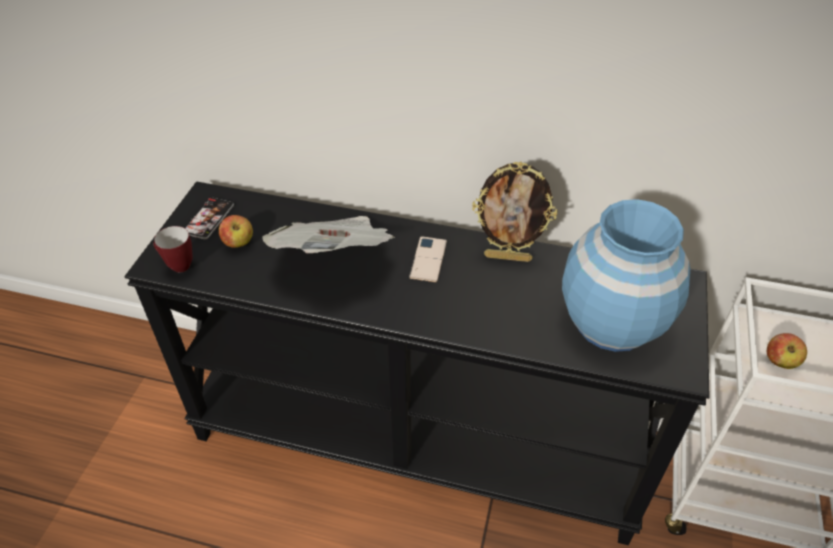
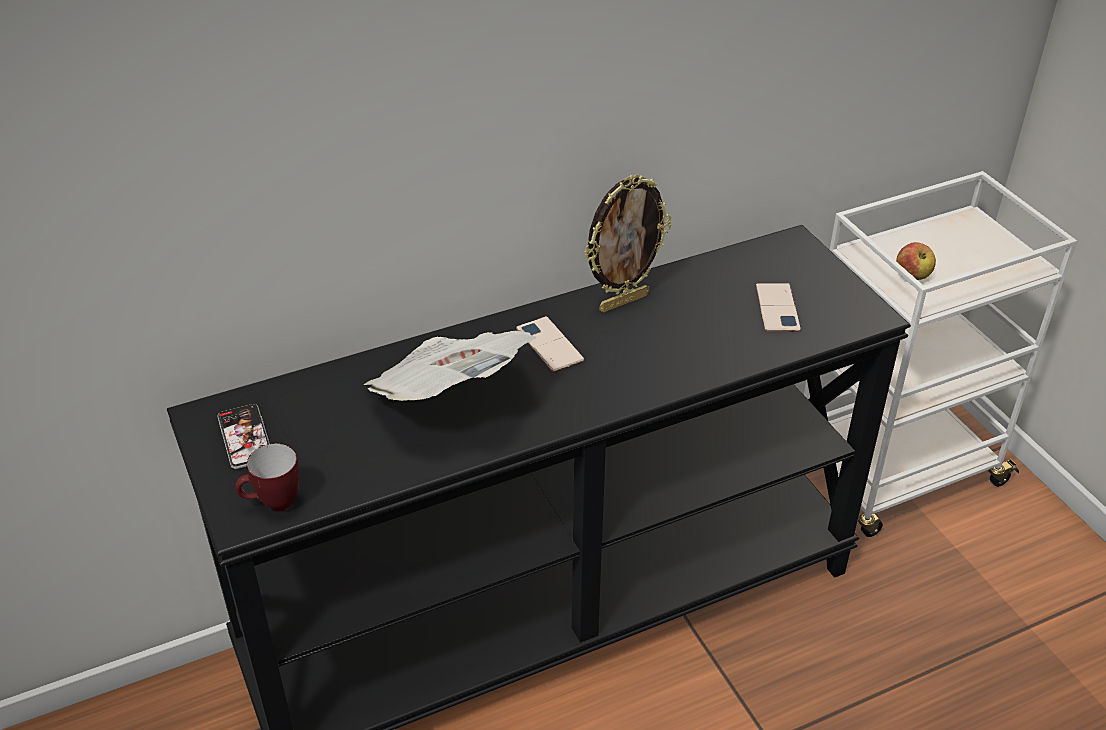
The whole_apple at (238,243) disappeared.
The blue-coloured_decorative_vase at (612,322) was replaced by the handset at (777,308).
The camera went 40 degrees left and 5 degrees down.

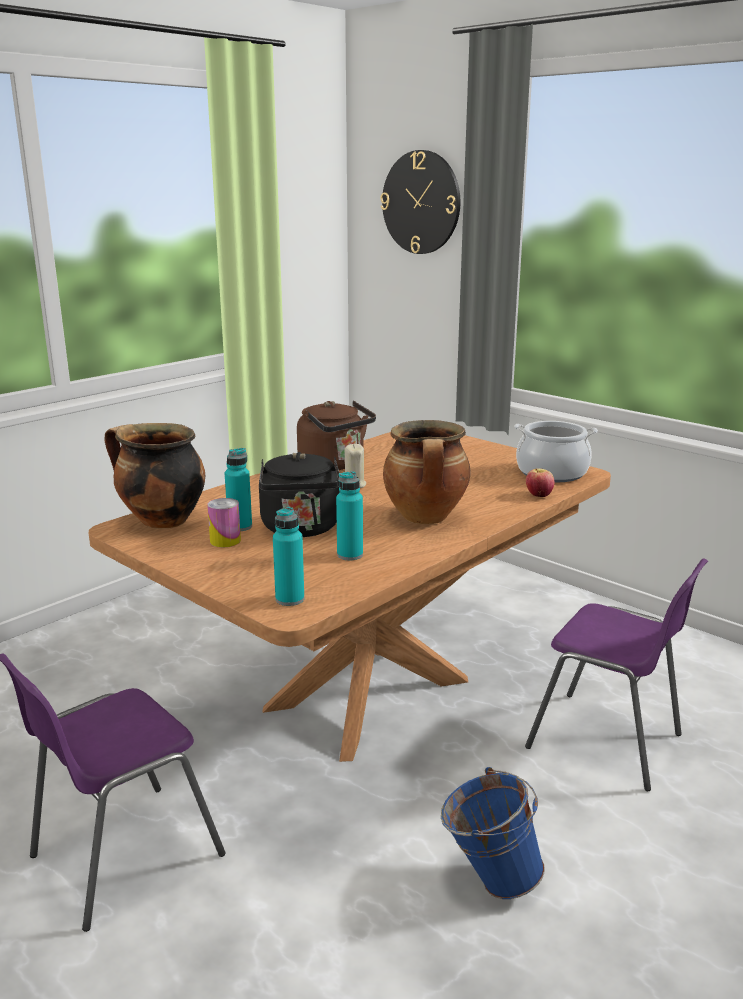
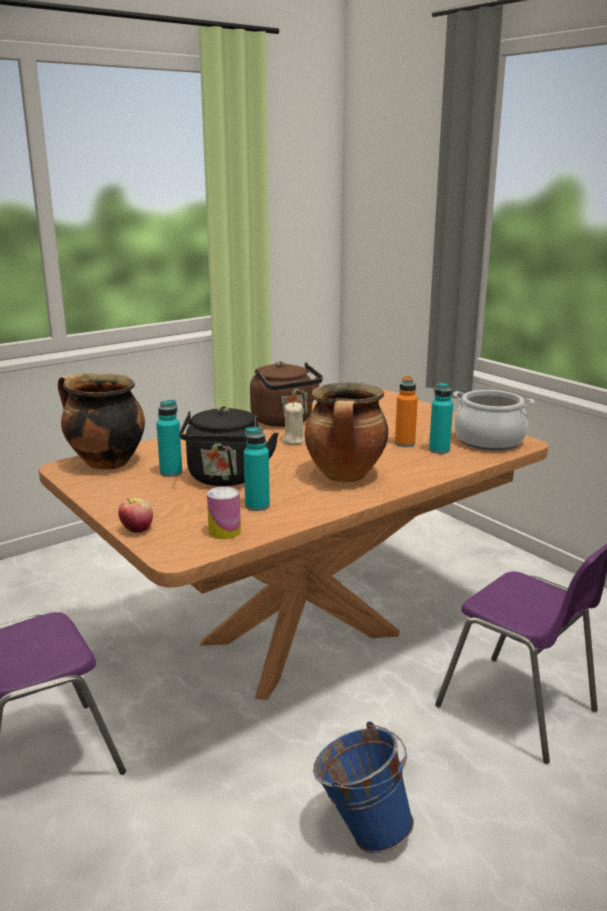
The metal_can moved from (225,541) to (224,532).
The blue-green_drink_bottle moved from (289,599) to (439,450).
The hanging_clock at (421,202) disappeared.
The whole_apple moved from (539,495) to (137,529).
The orangey_drink_bottle at (404,444) appeared.
The camera went 10 degrees right and 0 degrees up.

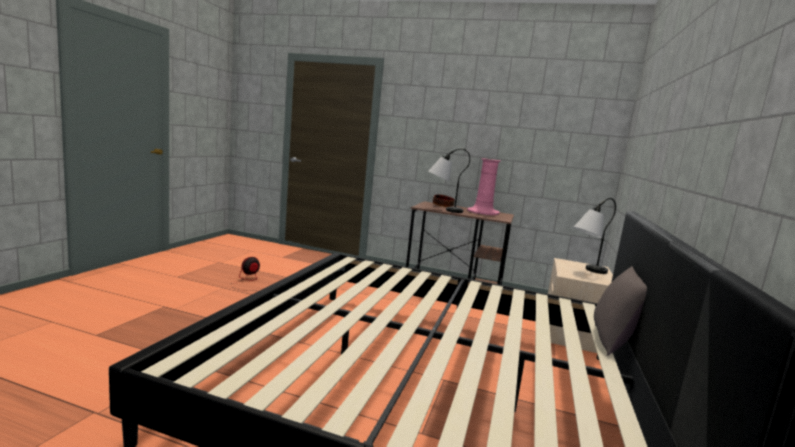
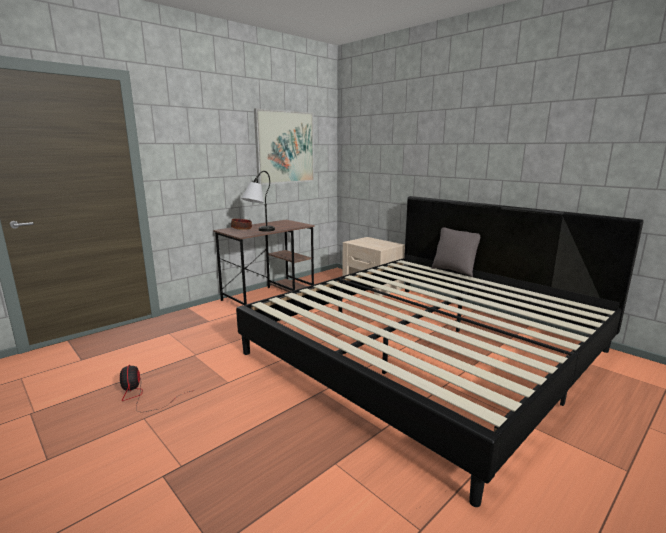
The pink-coloured_decorative_vase at (482,212) disappeared.
The table_lamp at (586,271) disappeared.
The wall_picture at (285,147) appeared.
The camera went 60 degrees left and 5 degrees up.

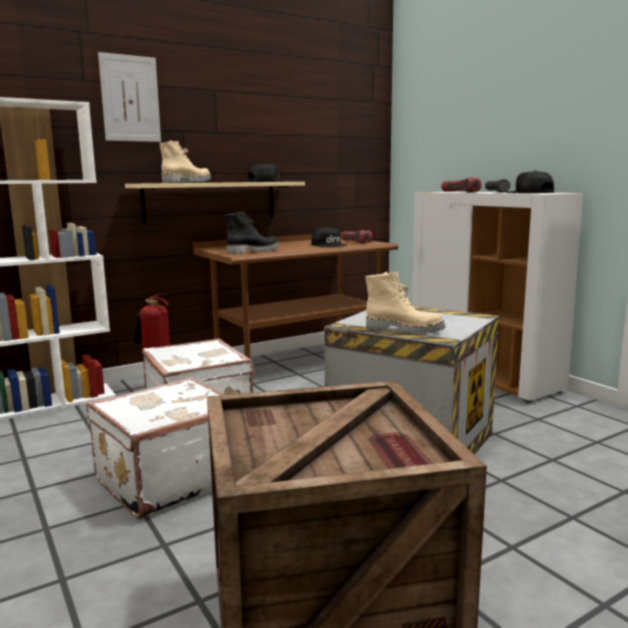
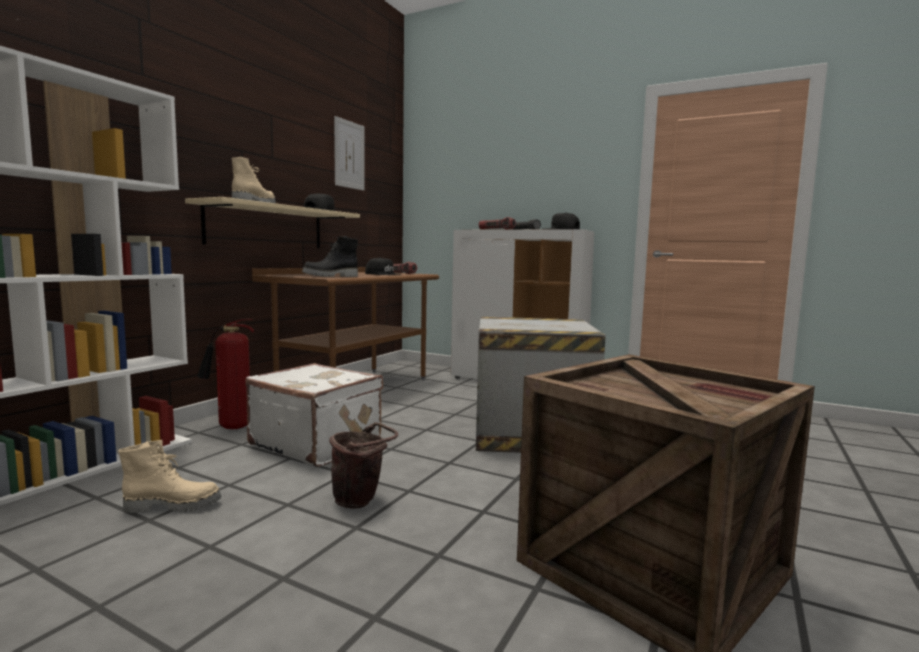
The whitish_piece_of_luggage at (167,479) was replaced by the brown_water_bucket at (361,501).
The wall_picture moved from (130,98) to (349,155).
The blackish_tall_boot at (253,252) turned 150 degrees counterclockwise.
The sand-coloured_tall_boot moved from (404,330) to (173,505).
The camera went 30 degrees left and 5 degrees down.

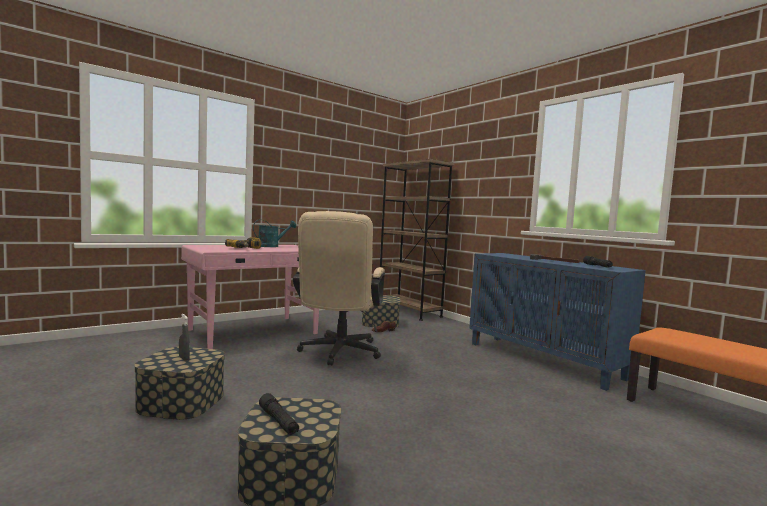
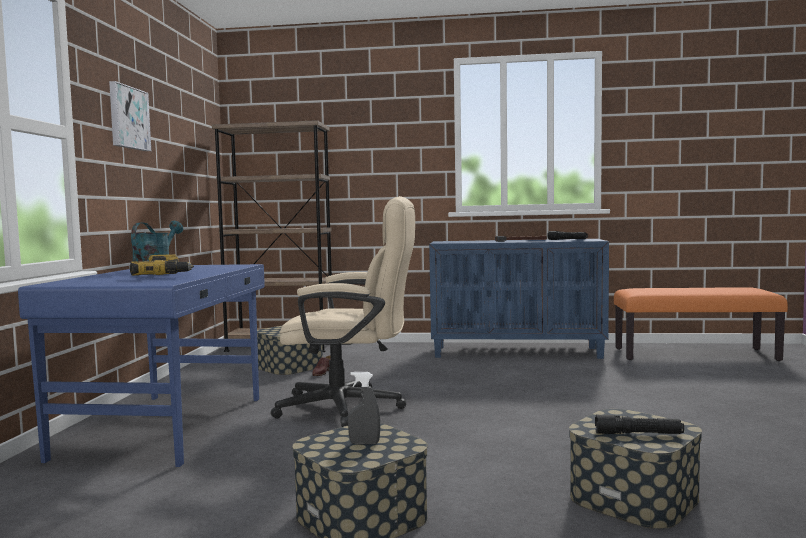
The pink-coloured_desk_unit at (254,332) became the blue-coloured_desk_unit at (168,426).
The sand-coloured_desk_chair at (338,353) turned 45 degrees counterclockwise.
The wall_picture at (128,118) appeared.
The camera went 45 degrees left and 0 degrees up.

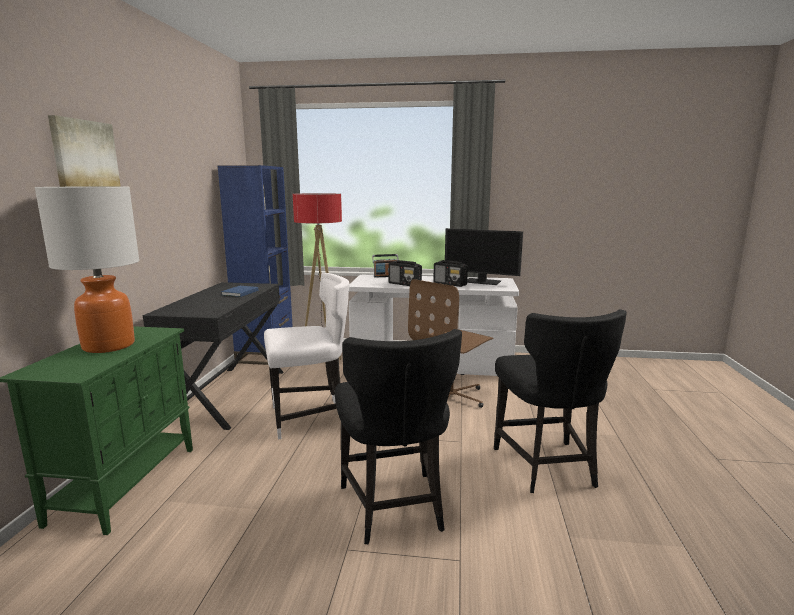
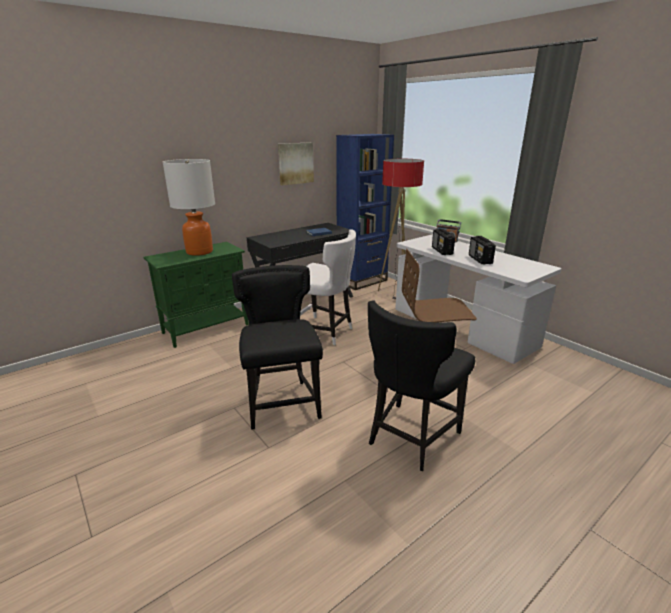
The wall_picture moved from (85,160) to (295,163).
The blackish_chair at (394,508) turned 135 degrees clockwise.
The computer_screen at (482,281) disappeared.
The camera went 45 degrees right and 10 degrees up.

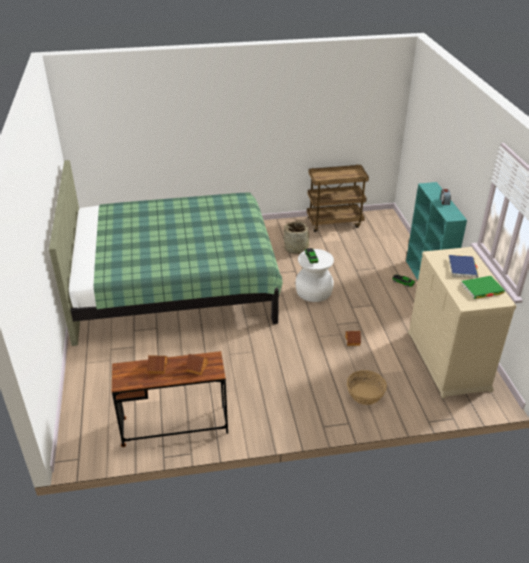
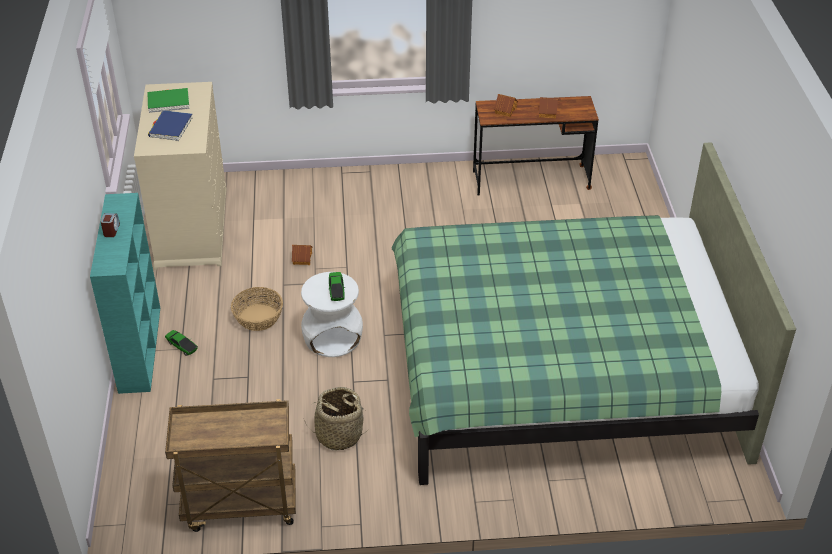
The storage_basket moved from (365,394) to (258,317).
The camera went 175 degrees left and 5 degrees up.

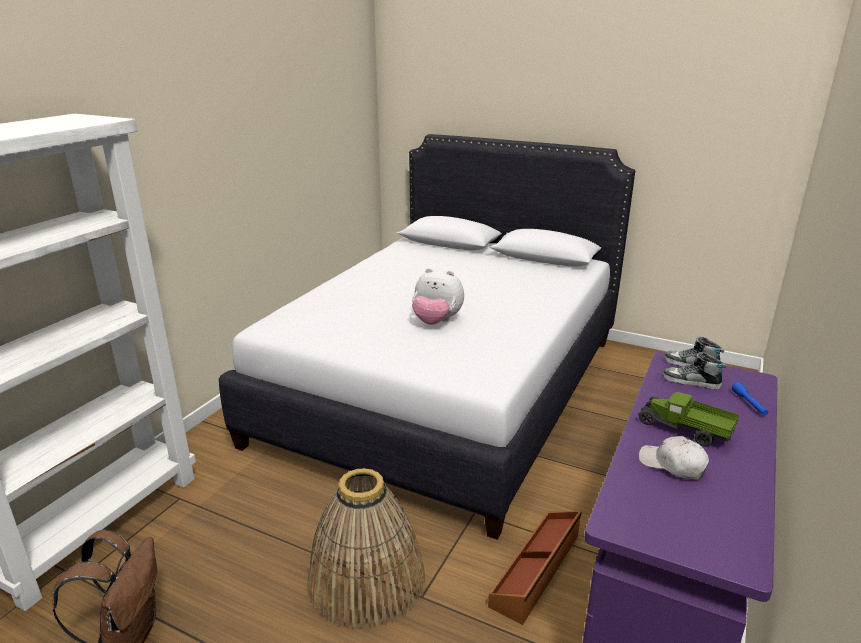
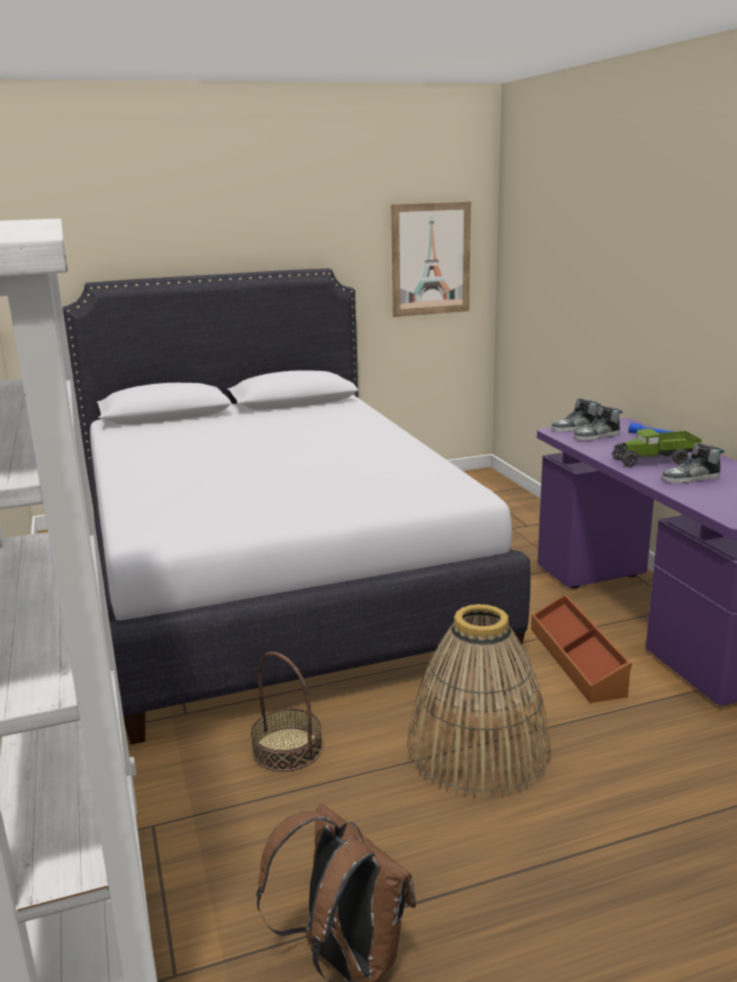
The plush_toy at (436,322) disappeared.
The whitish_cap at (672,465) was replaced by the shoe at (690,479).
The storage_basket at (287,749) appeared.
The wall_picture at (431,259) appeared.
The camera went 45 degrees left and 5 degrees down.

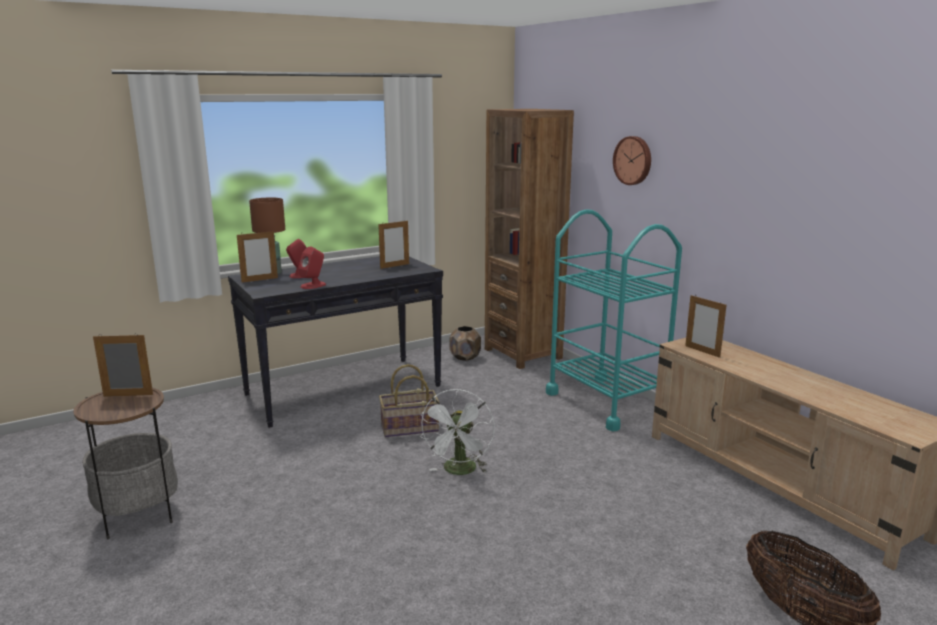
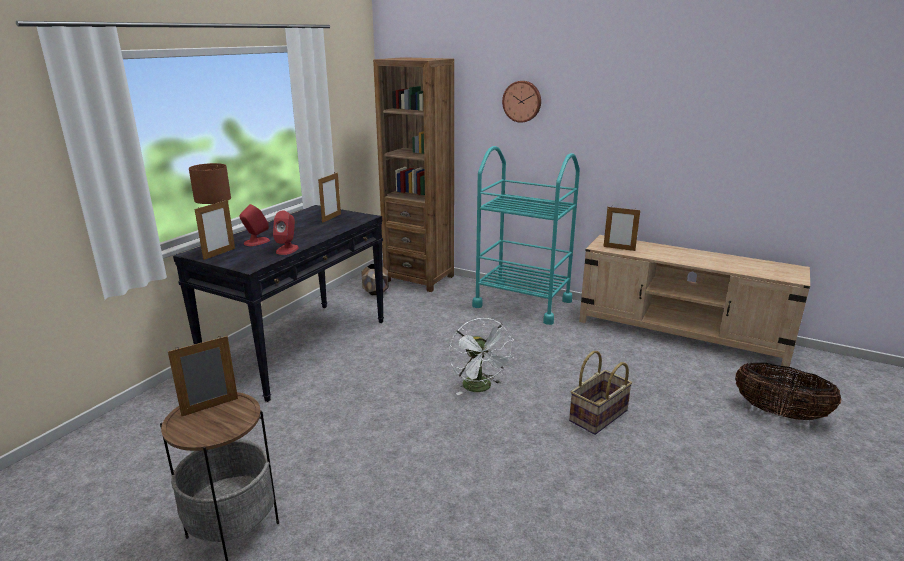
The storage_basket moved from (409,428) to (599,416).
The camera went 30 degrees left and 5 degrees up.

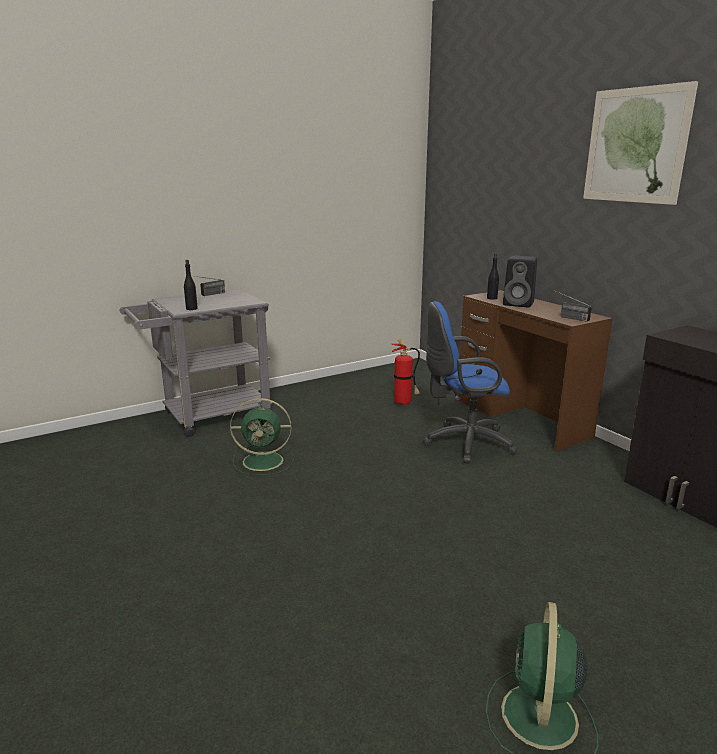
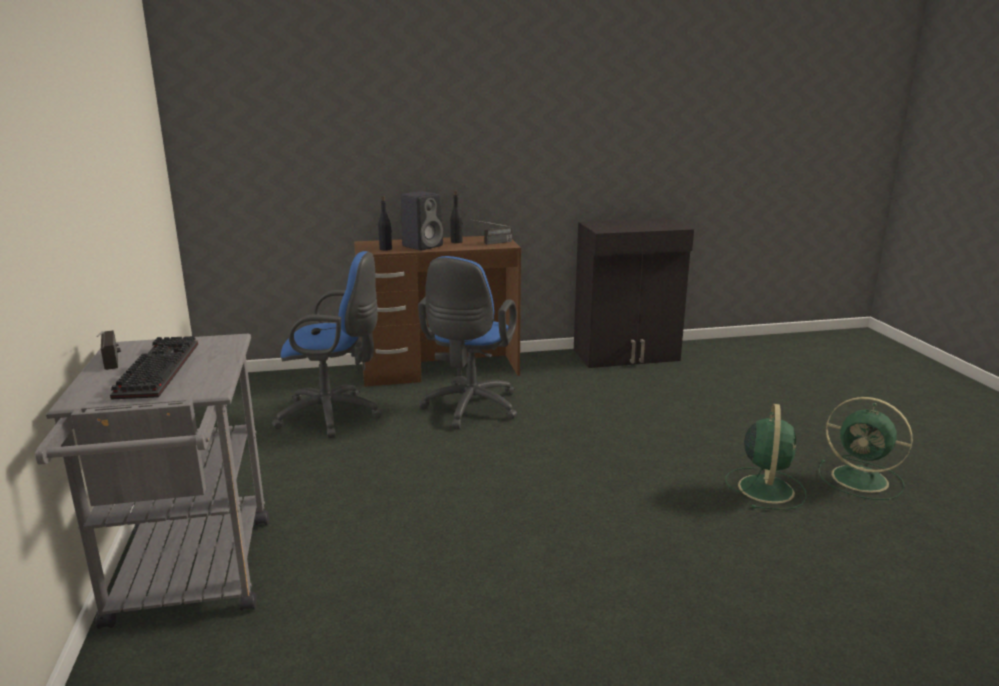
The blackish_drink_bottle moved from (191,309) to (456,242).
The green_fan moved from (265,461) to (765,488).
The fire_extinguisher at (404,403) was replaced by the blue-coloured_desk_chair at (334,416).
The wall_picture at (635,145) disappeared.
The computer_keyboard at (156,369) appeared.
The camera went 70 degrees left and 0 degrees up.

